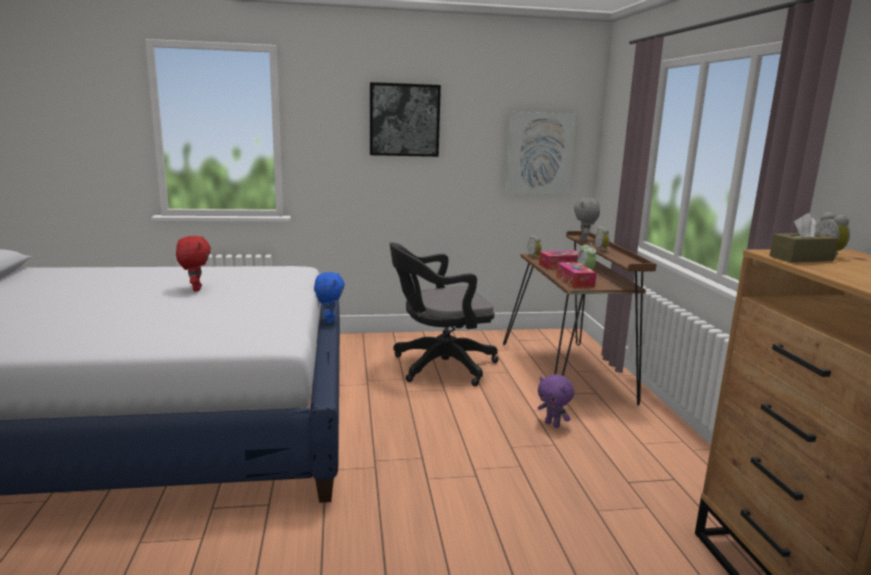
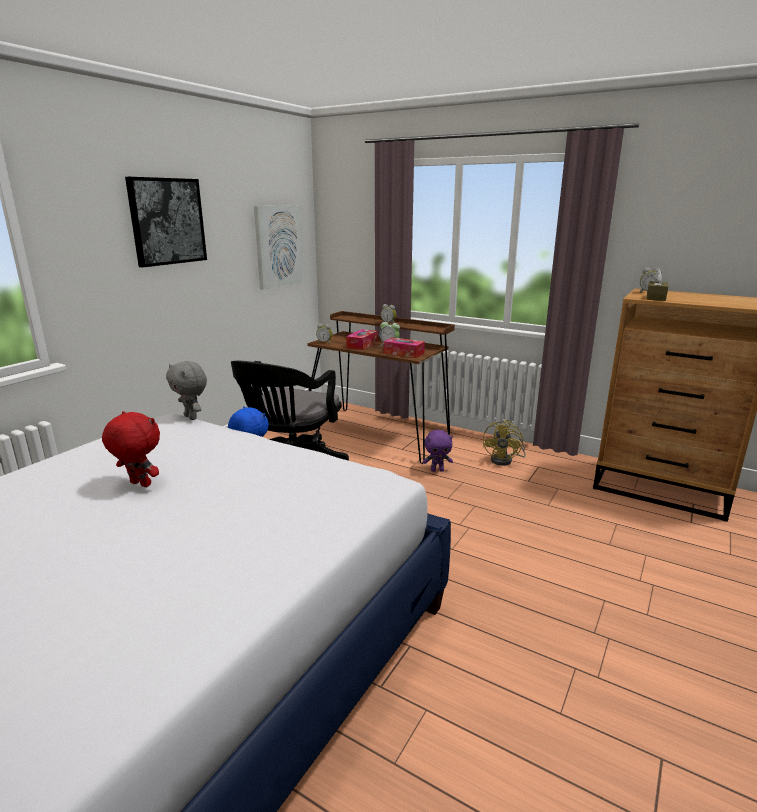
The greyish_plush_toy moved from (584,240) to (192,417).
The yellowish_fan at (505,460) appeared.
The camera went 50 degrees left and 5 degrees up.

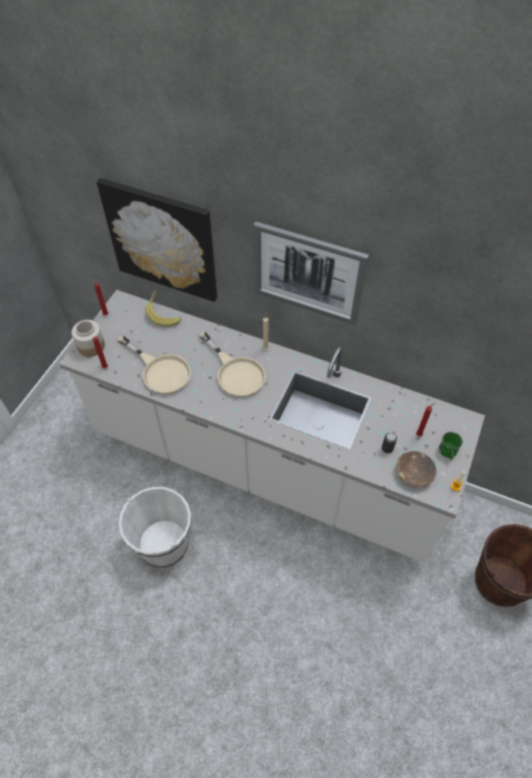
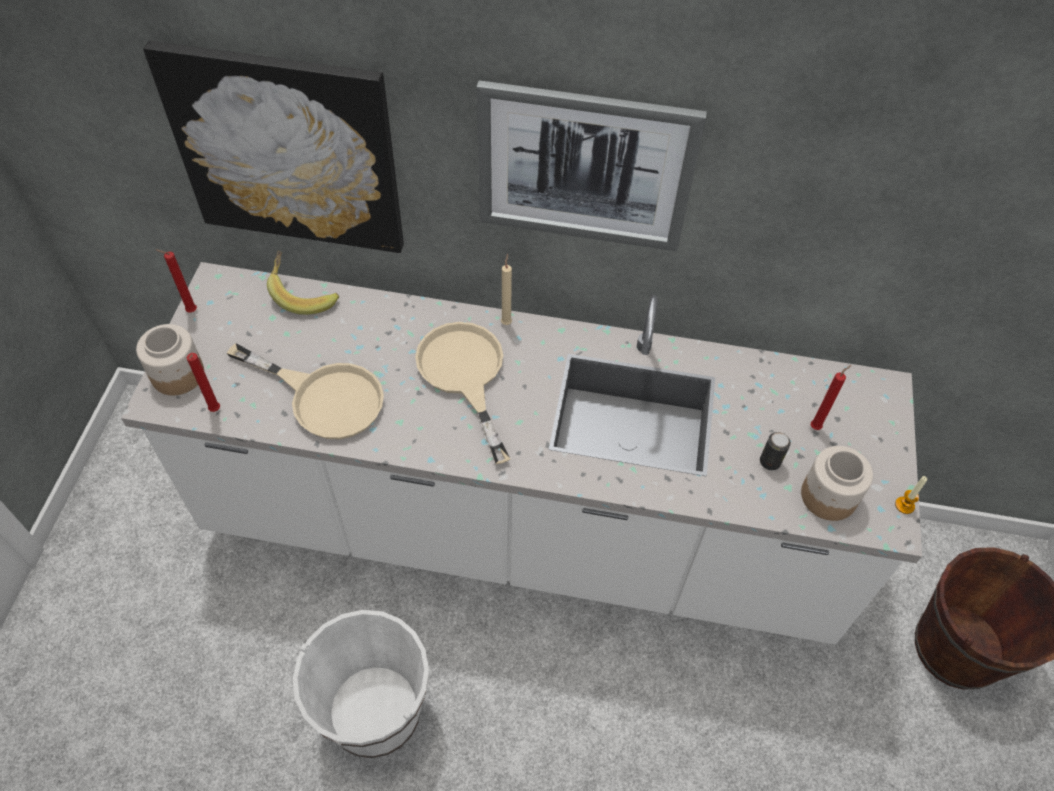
The sand-coloured_frying_pan at (236,372) turned 150 degrees counterclockwise.
The brown_deep_dish at (413,472) was replaced by the preserve_jar at (827,496).
The green_coffee_mug at (448,453) disappeared.
The camera went 15 degrees left and 0 degrees up.

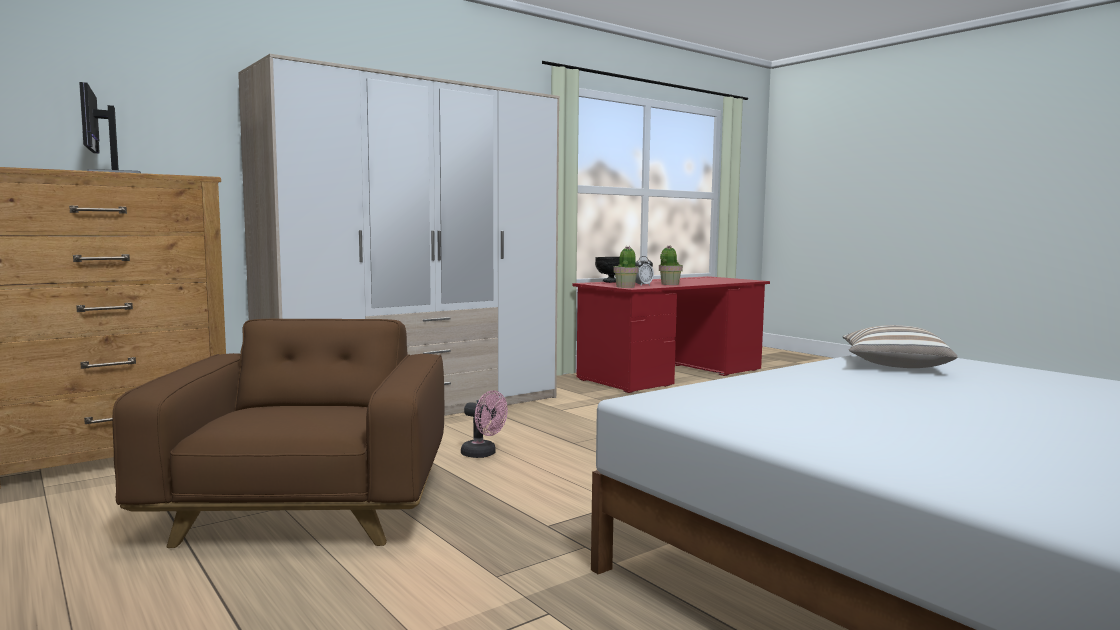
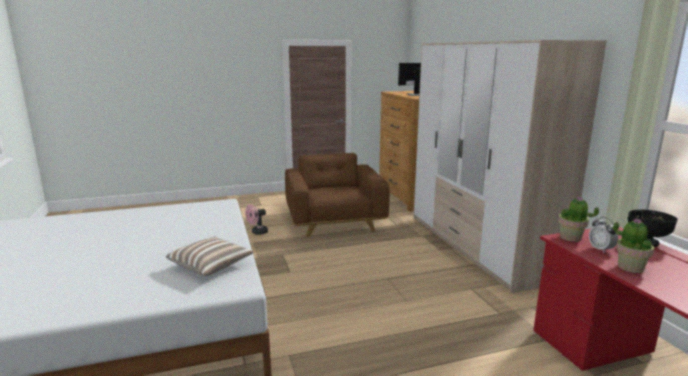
The brown_lounge_chair at (307,507) turned 120 degrees counterclockwise.
The pink-coloured_fan moved from (483,454) to (257,232).
The camera went 110 degrees right and 10 degrees up.

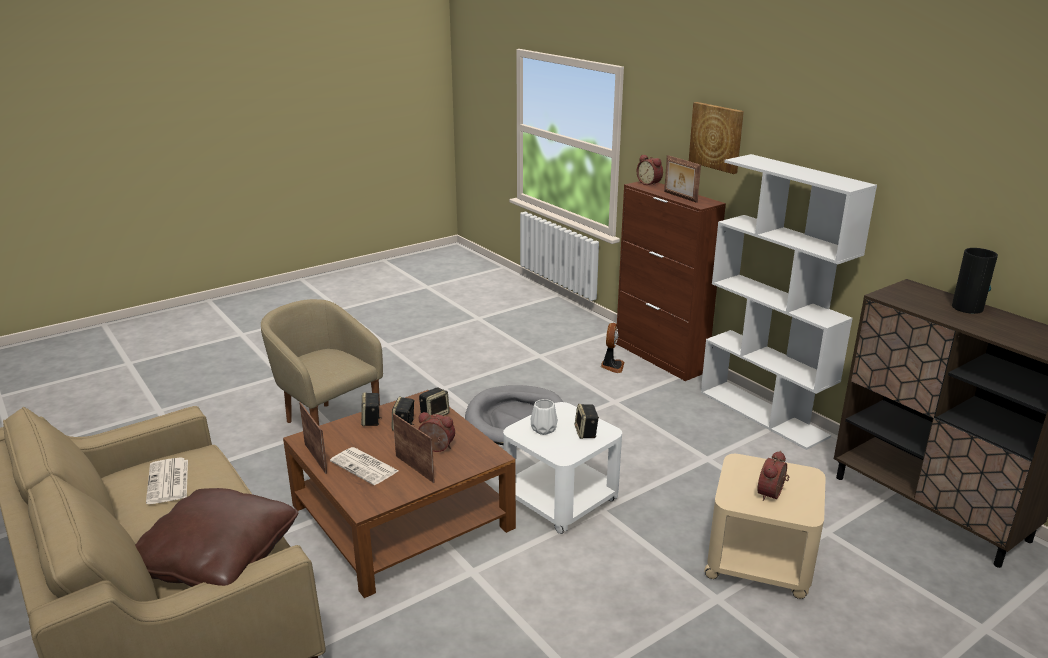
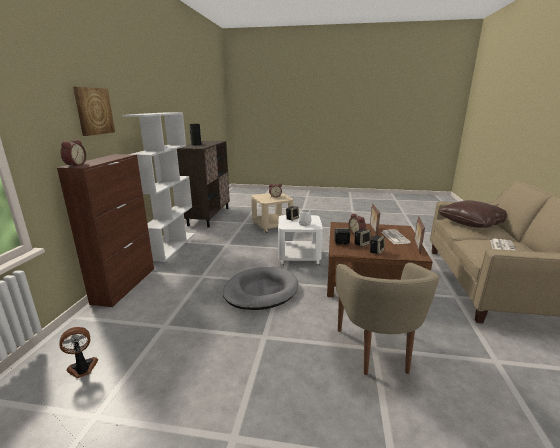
The fan moved from (612,366) to (82,369).
The picture_frame at (679,197) disappeared.
The camera went 135 degrees left and 5 degrees down.

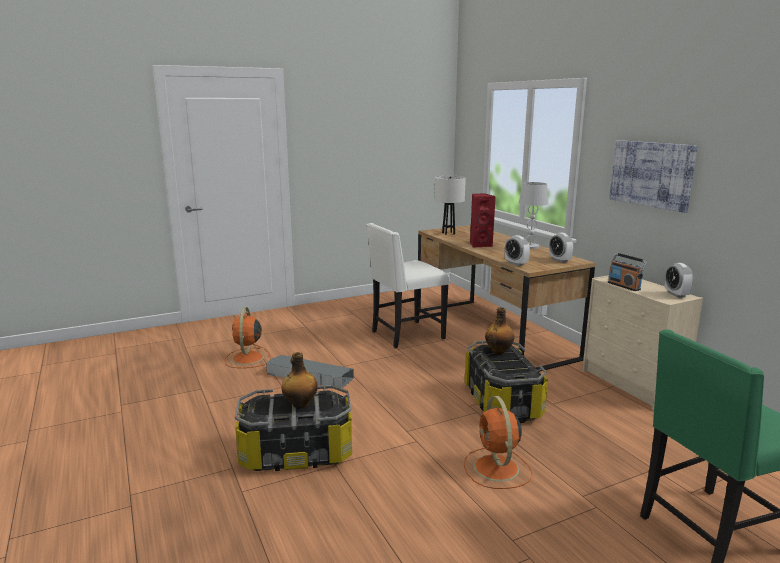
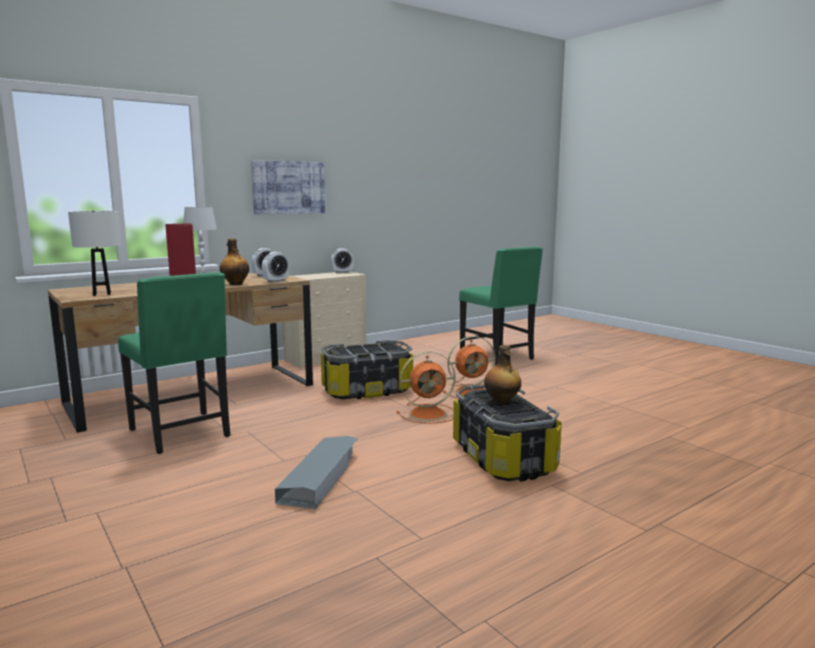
The orangey_fan moved from (247,359) to (429,413).
The whitish_chair at (406,335) became the green_chair at (182,433).
The drink_bottle moved from (499,352) to (235,284).
The radio at (624,286) disappeared.
The camera went 100 degrees left and 5 degrees down.

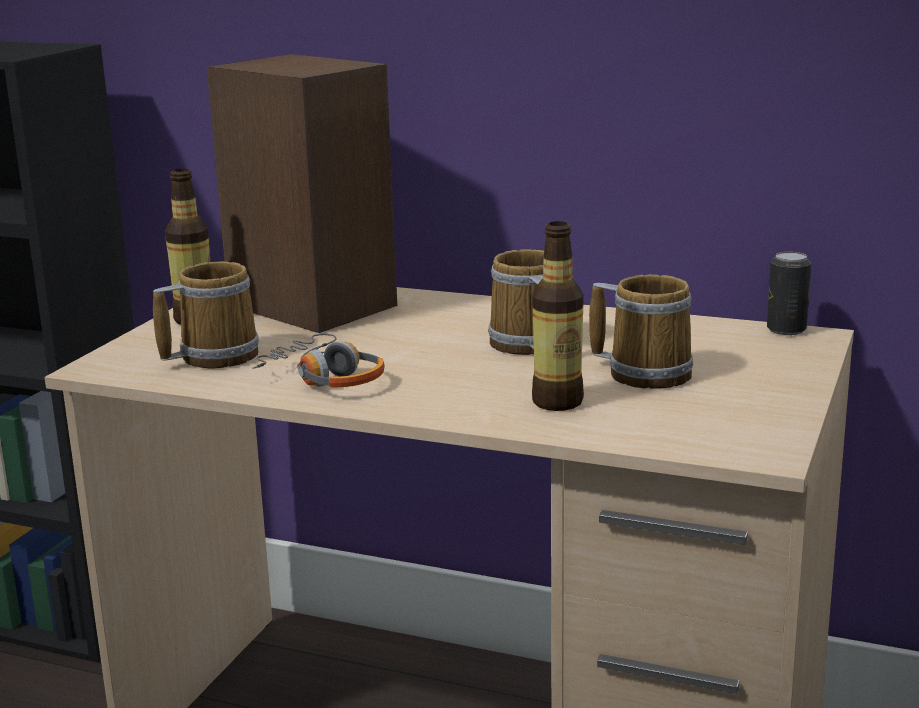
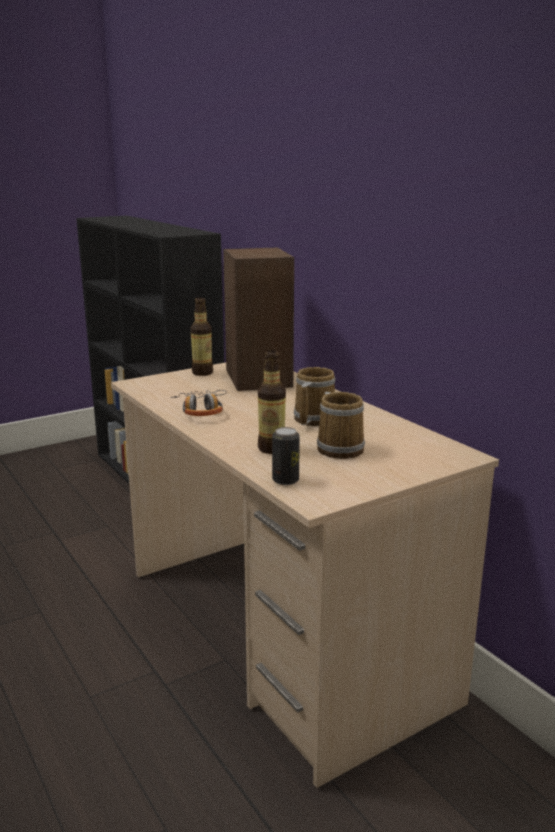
The coffee_mug at (213,356) disappeared.
The metal_can moved from (786,330) to (285,480).
The camera went 35 degrees right and 0 degrees up.

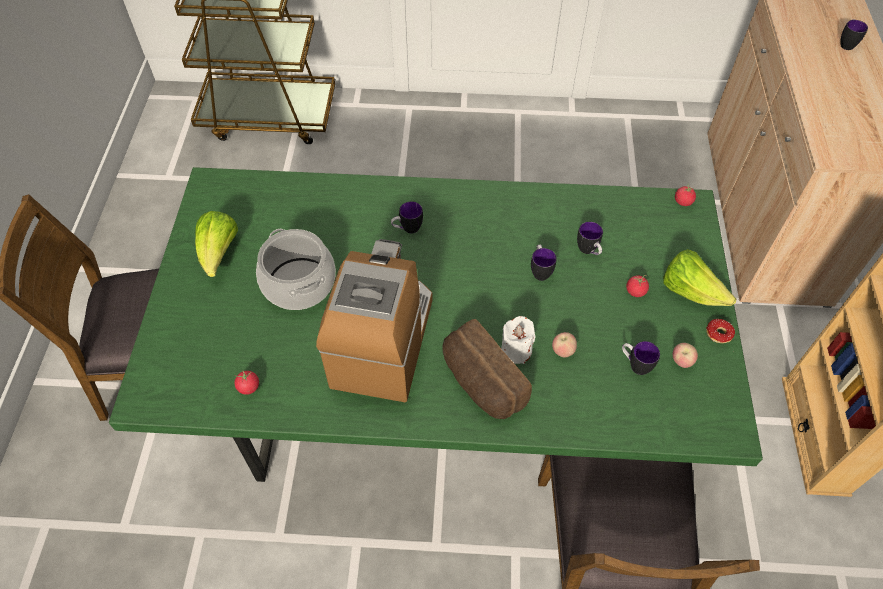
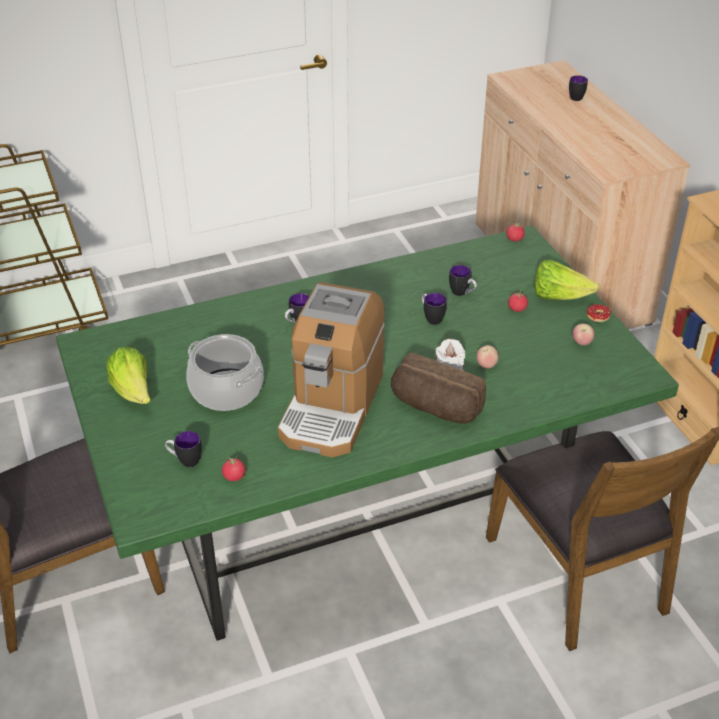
The coffee_machine at (382,341) turned 150 degrees counterclockwise.
The coffee_mug moved from (635,365) to (185,461).
The camera went 25 degrees left and 15 degrees down.

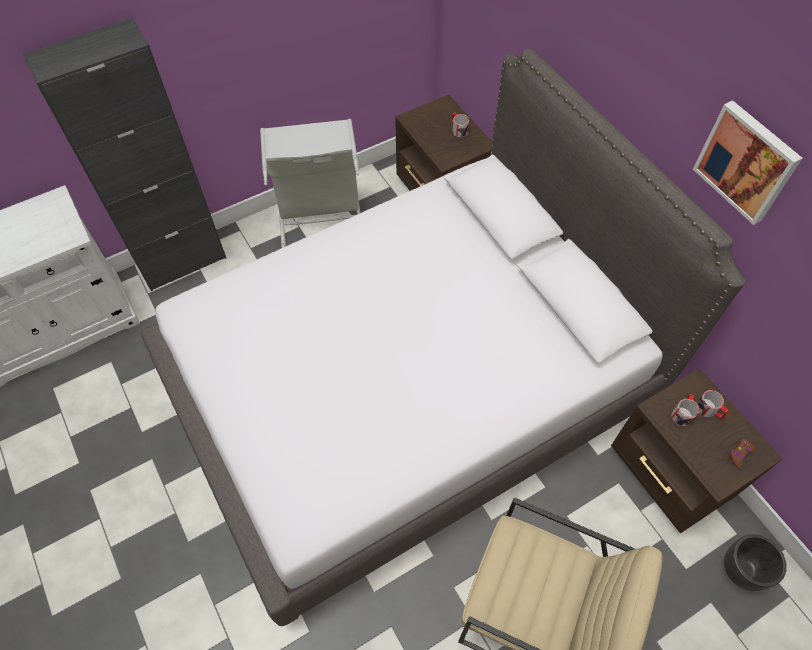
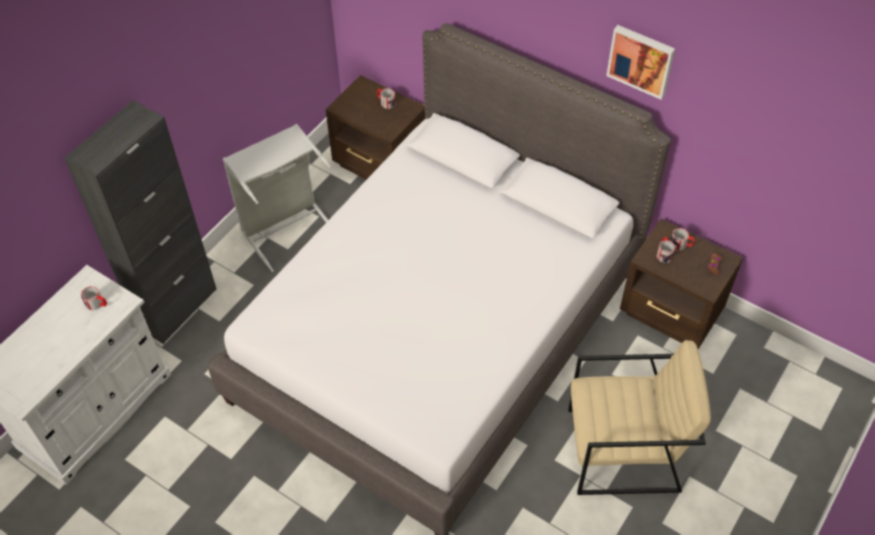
The blackish_flower_pot at (740,570) disappeared.
The coffee_mug at (97,304) appeared.
The camera went 25 degrees left and 5 degrees down.

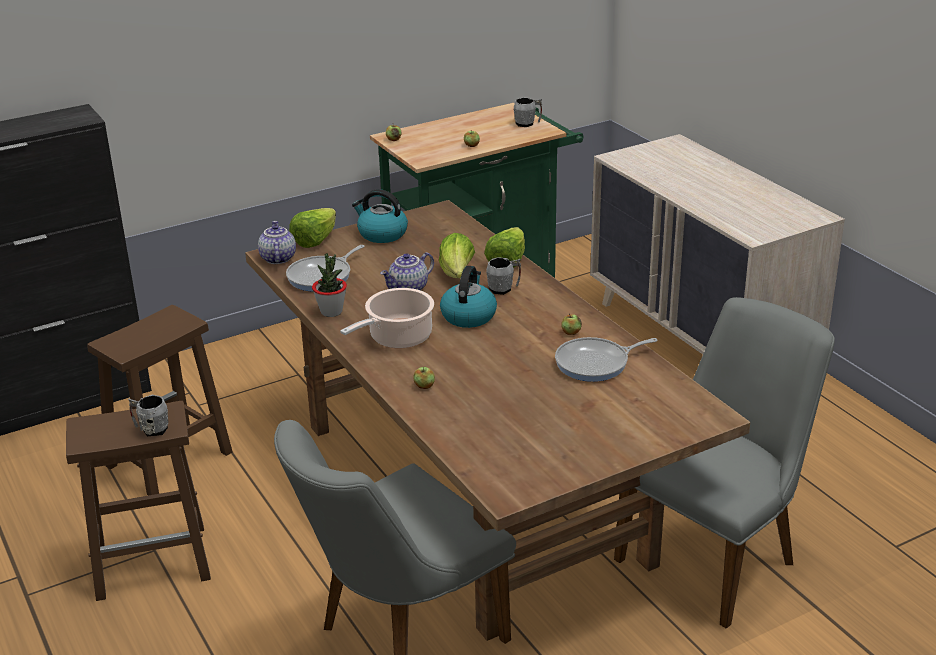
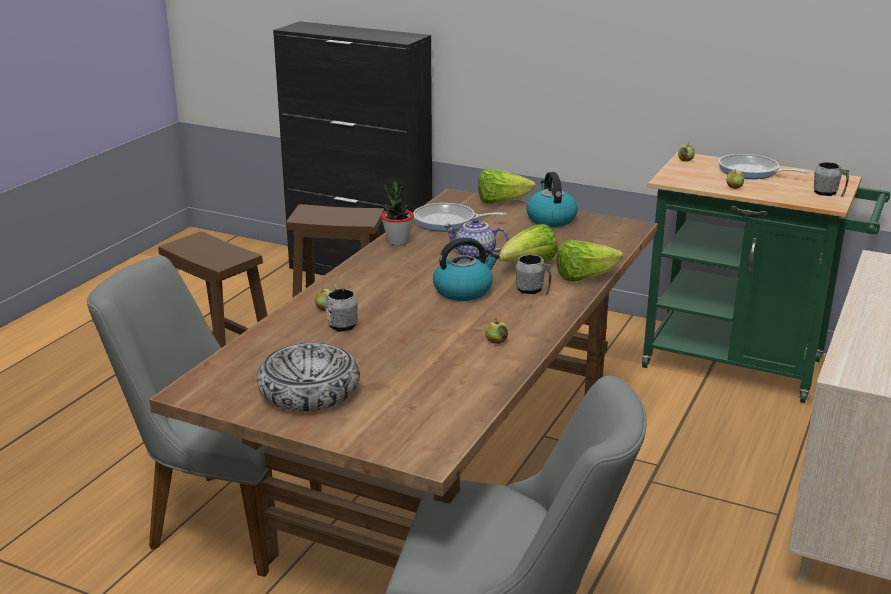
The greyish_coffee_mug moved from (151,429) to (341,323).
The pot_for_tea at (277,258) disappeared.
The saucepot at (397,338) disappeared.
The frying_pan moved from (596,363) to (751,172).
The deep_dish at (309,390) appeared.
The camera went 55 degrees right and 5 degrees down.

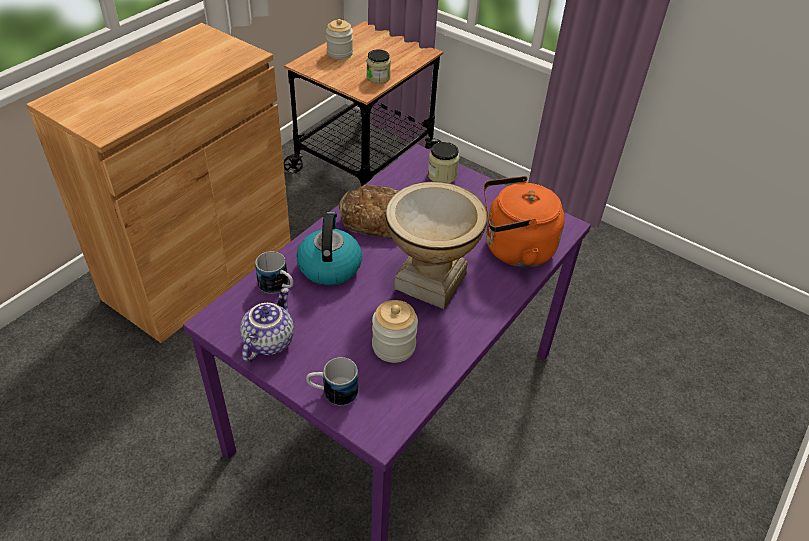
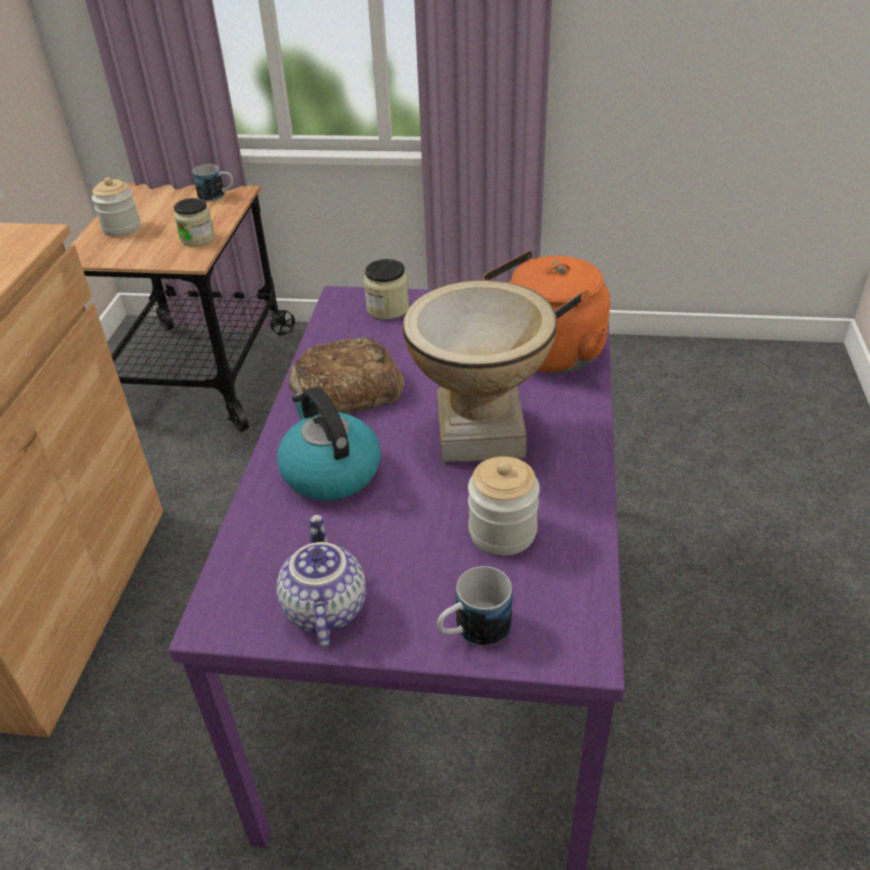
The coffee_mug moved from (278,286) to (217,196).
The camera went 25 degrees left and 5 degrees down.

